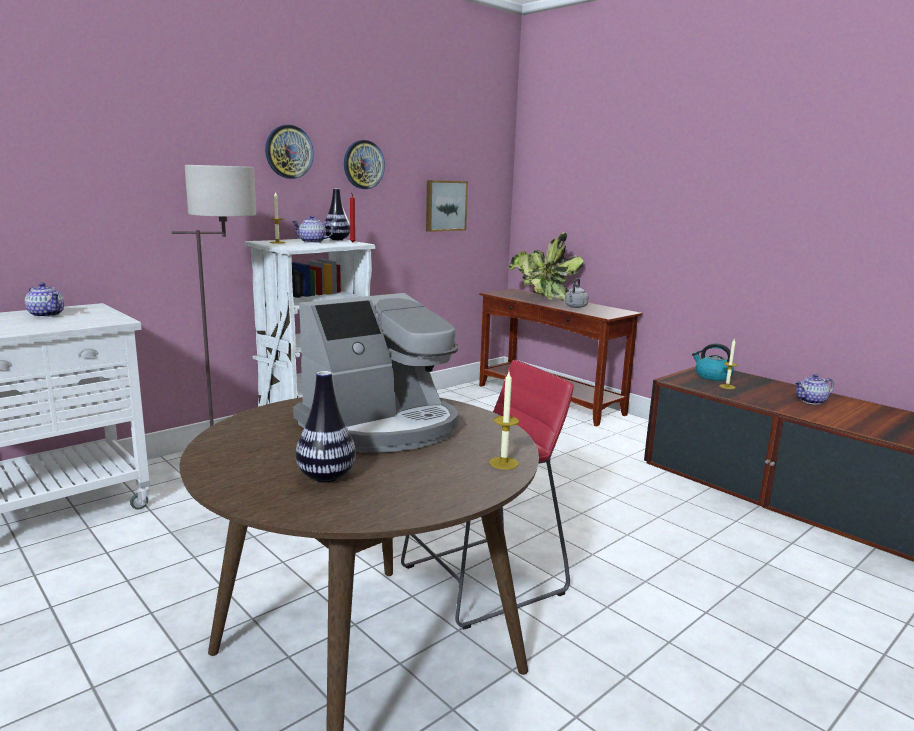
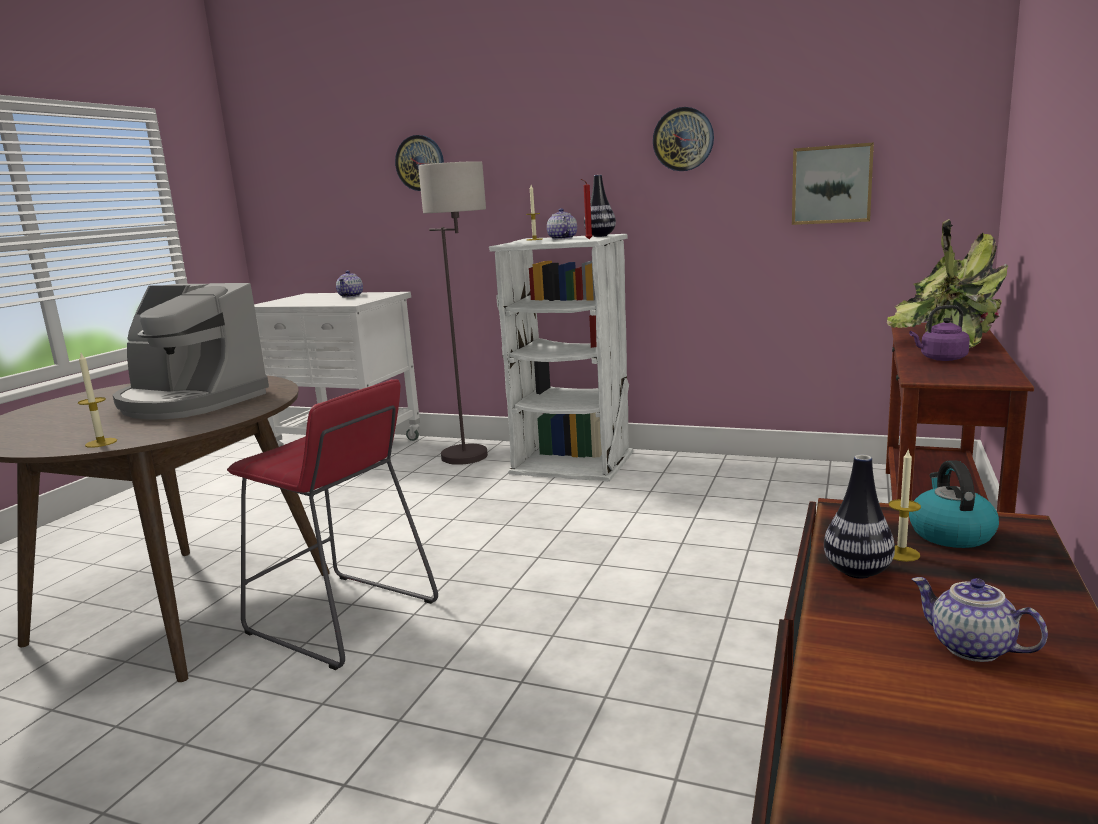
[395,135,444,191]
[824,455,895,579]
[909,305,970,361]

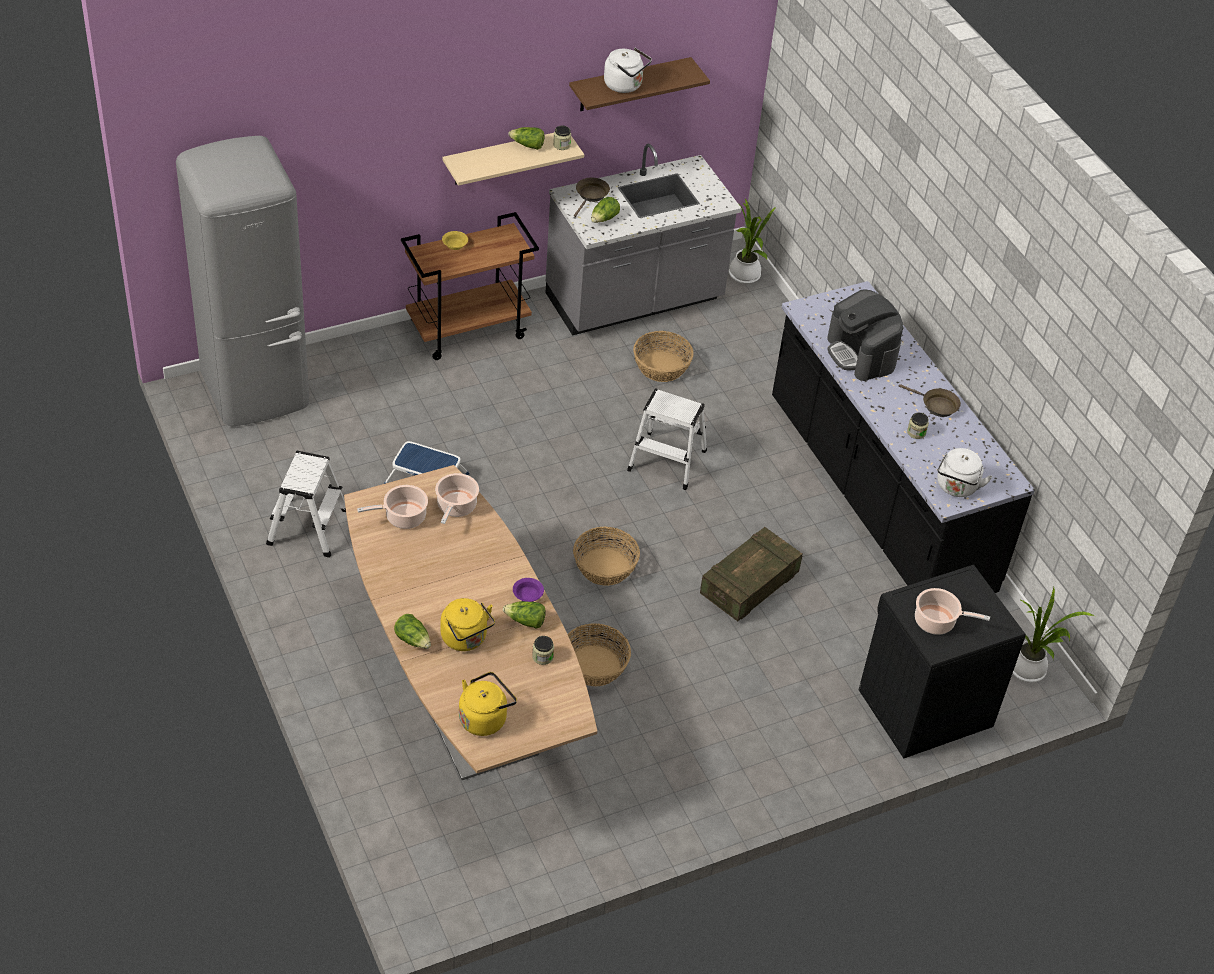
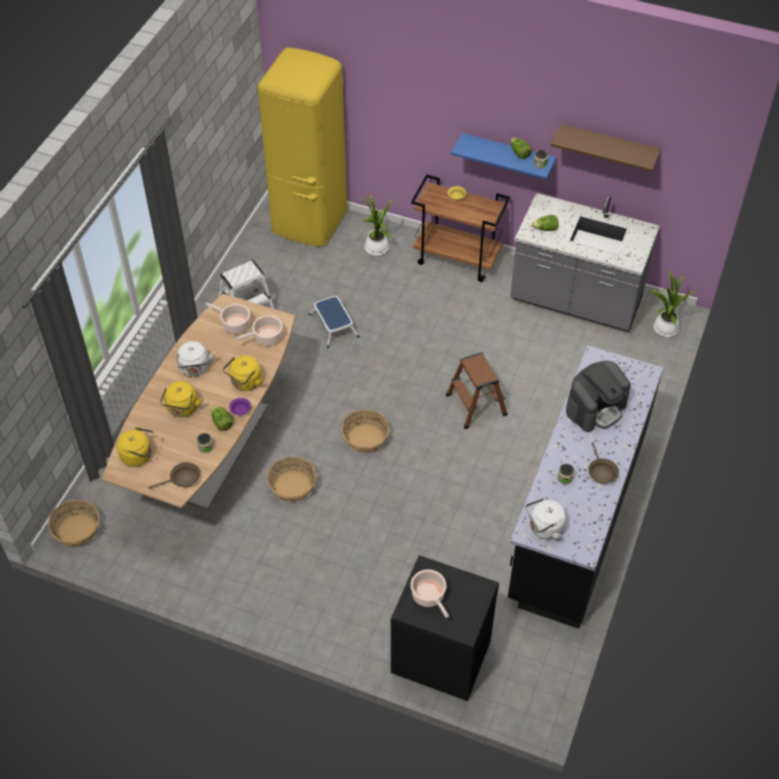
[257,48,347,247]
[394,614,431,649] (first image)
[451,133,556,180]
[148,462,200,489]
[177,341,214,377]
[446,352,508,429]
[48,500,100,547]
[700,527,803,621] (first image)
[566,361,631,432]
[360,194,393,256]
[223,355,262,391]

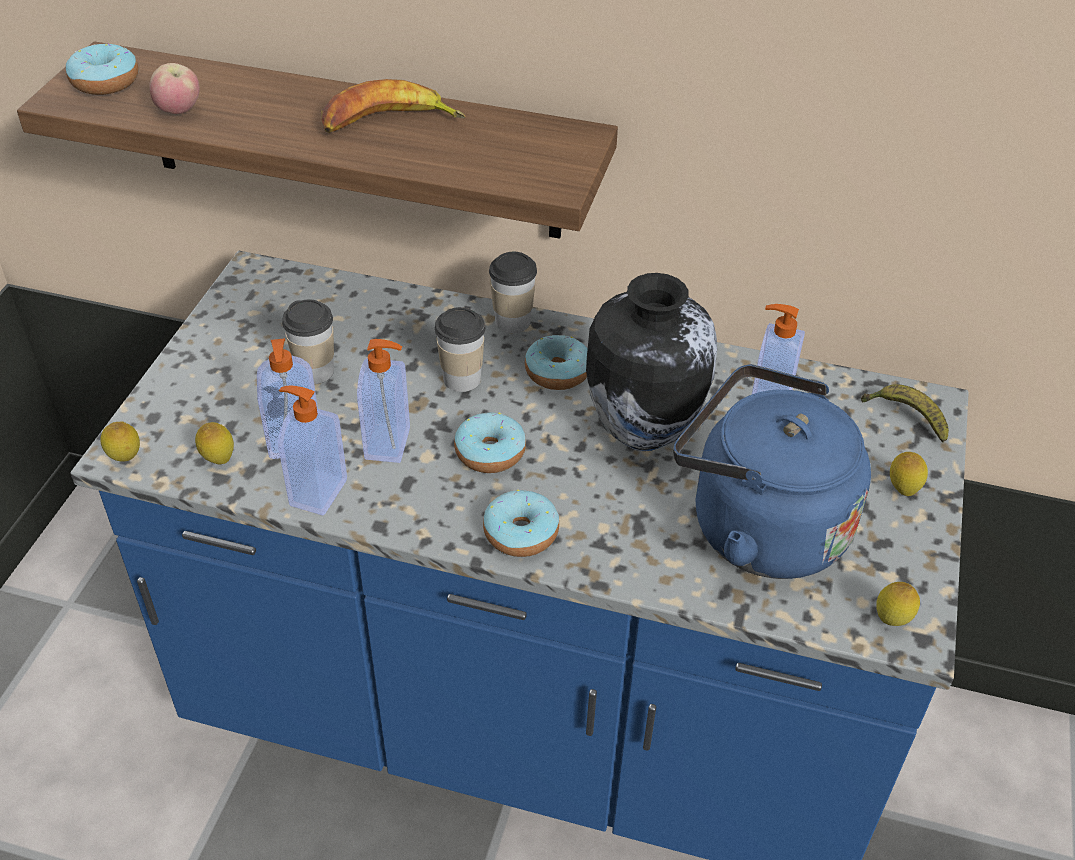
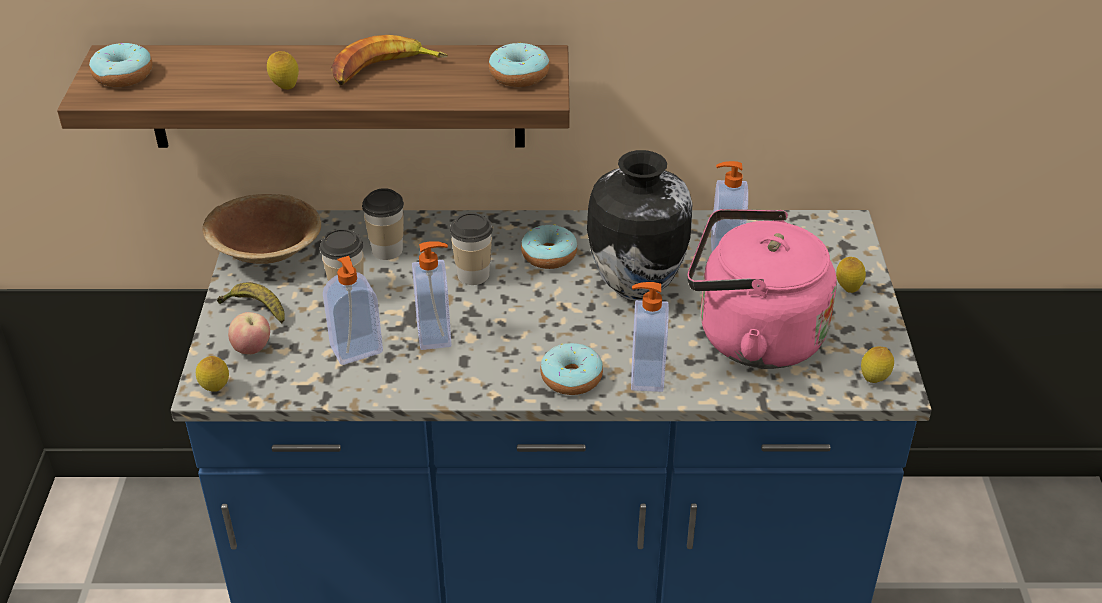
[228,312,270,354]
[267,51,299,90]
[631,282,669,392]
[489,42,549,87]
[362,188,404,260]
[687,209,837,369]
[217,283,285,323]
[203,194,321,264]

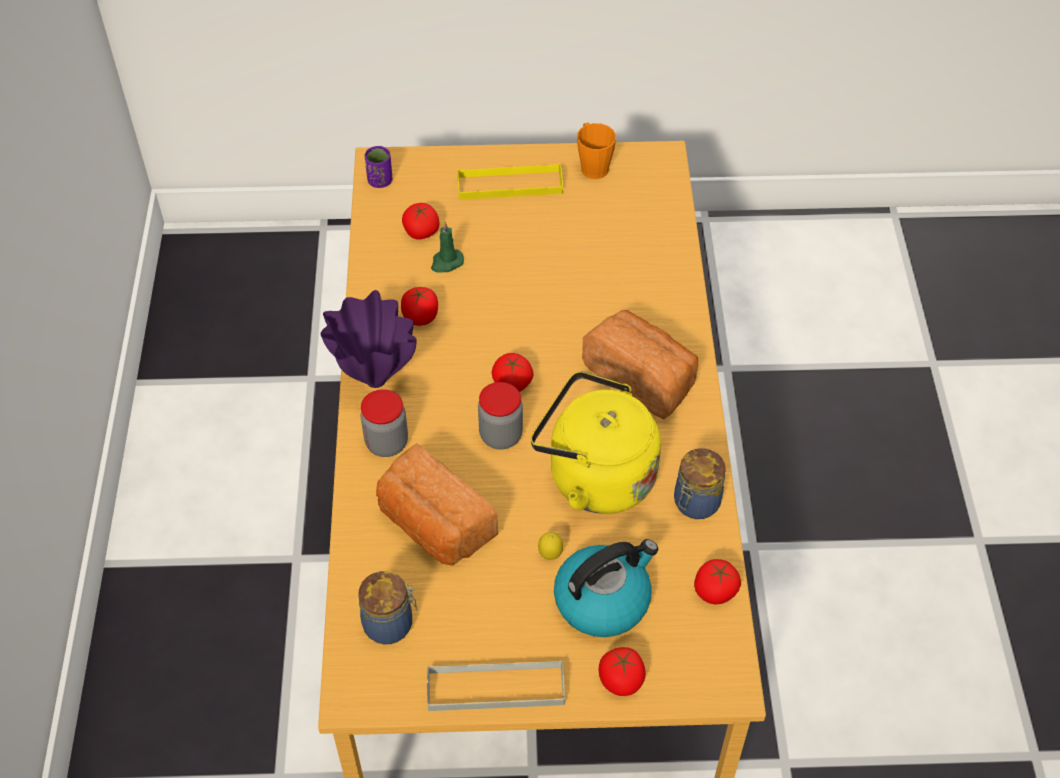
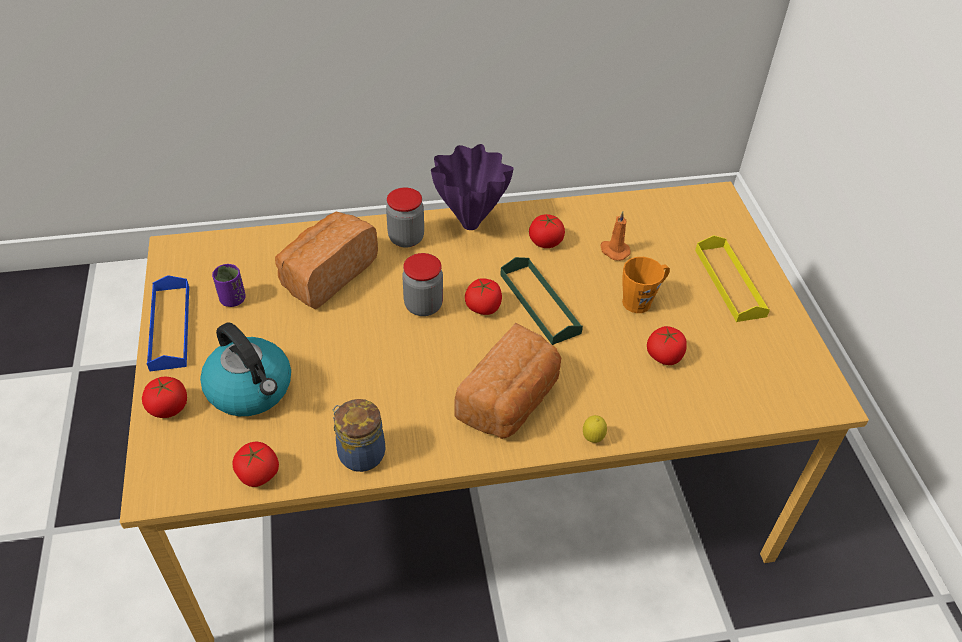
[359,571,417,645] (first image)
[212,264,246,307]
[647,326,687,365]
[147,275,189,371]
[600,211,631,261]
[531,371,661,514] (first image)
[583,415,607,443]
[622,257,670,313]
[500,257,583,345]

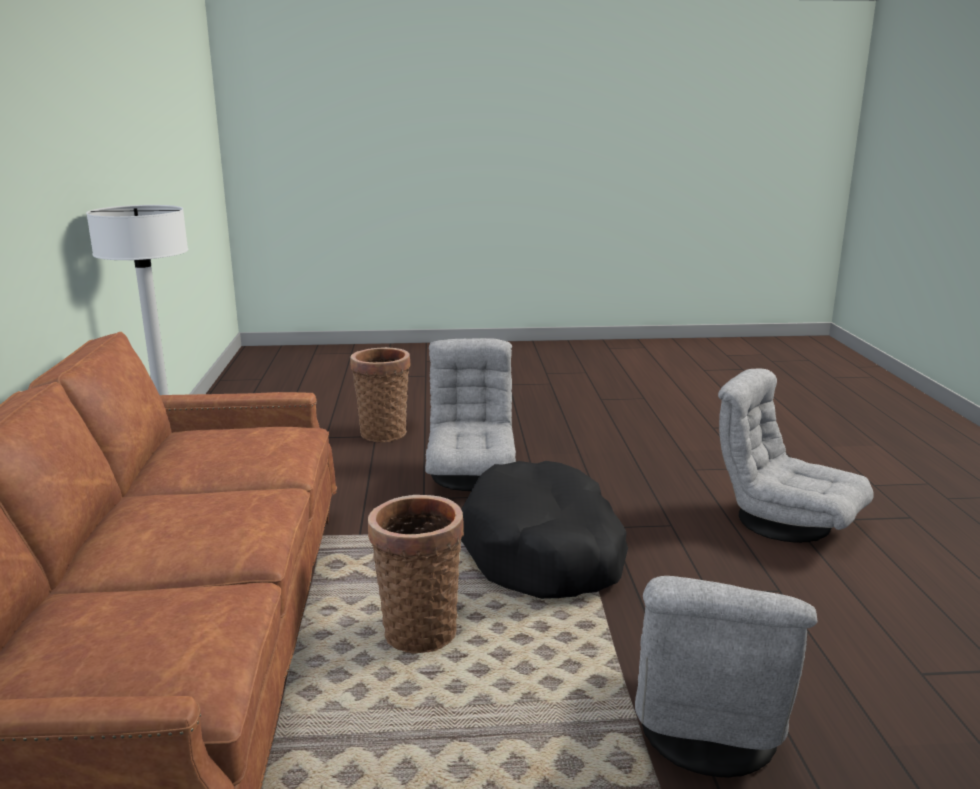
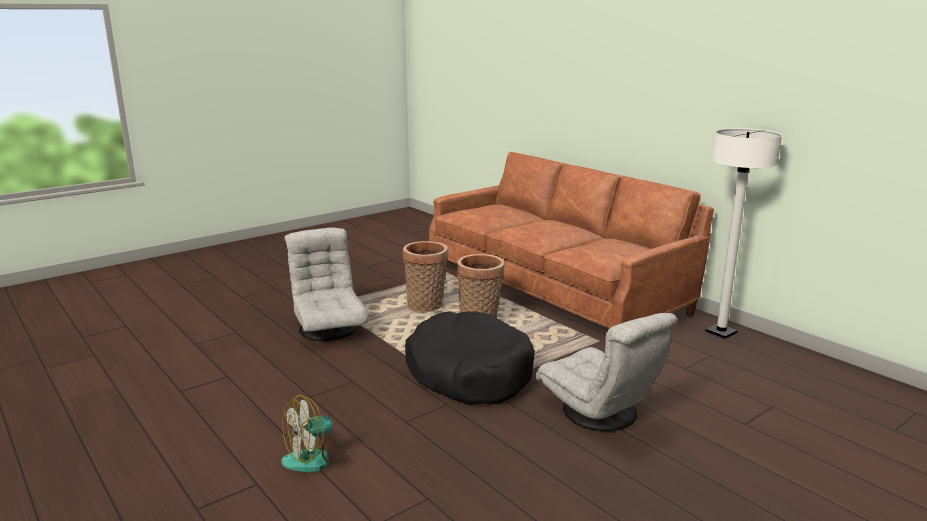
[403,241,448,312]
[281,395,350,472]

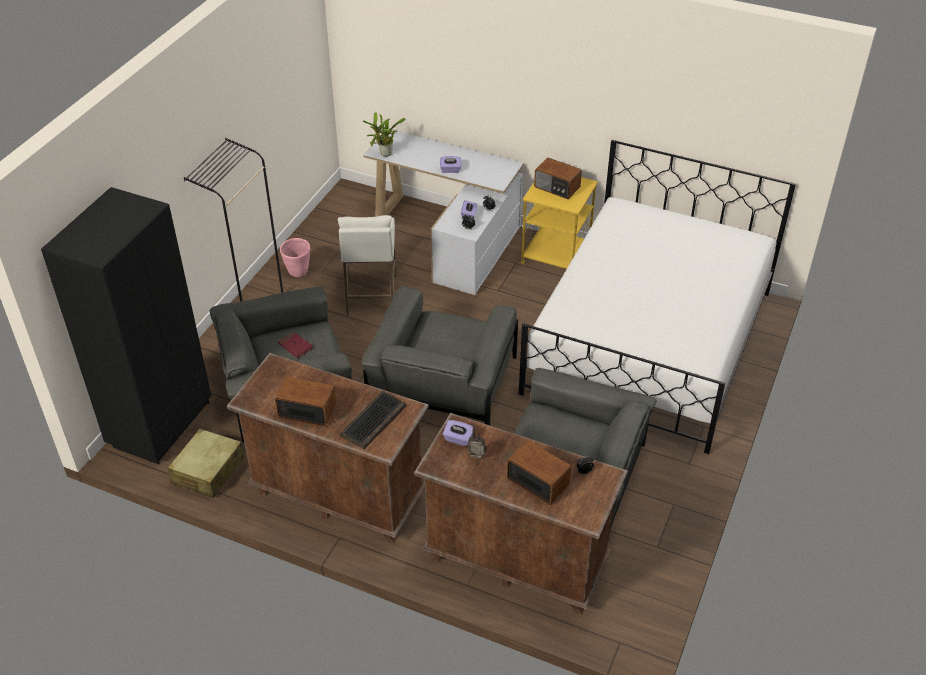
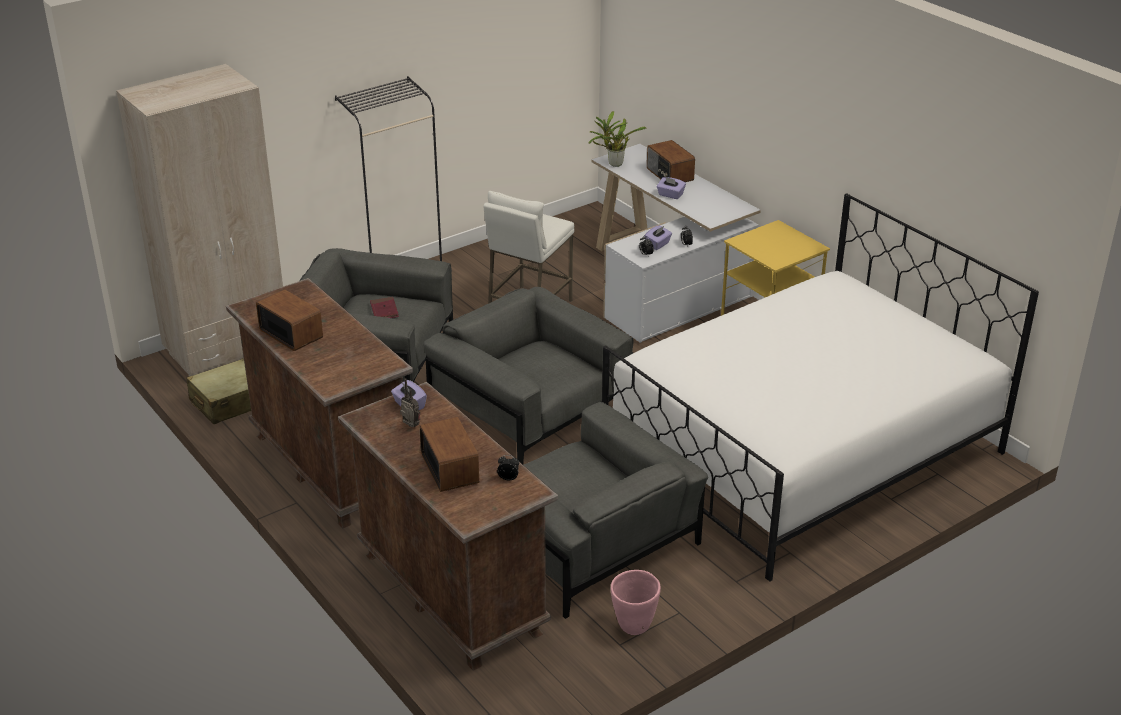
[116,64,283,376]
[611,570,661,635]
[340,391,406,449] (first image)
[423,287,634,464]
[647,140,695,182]

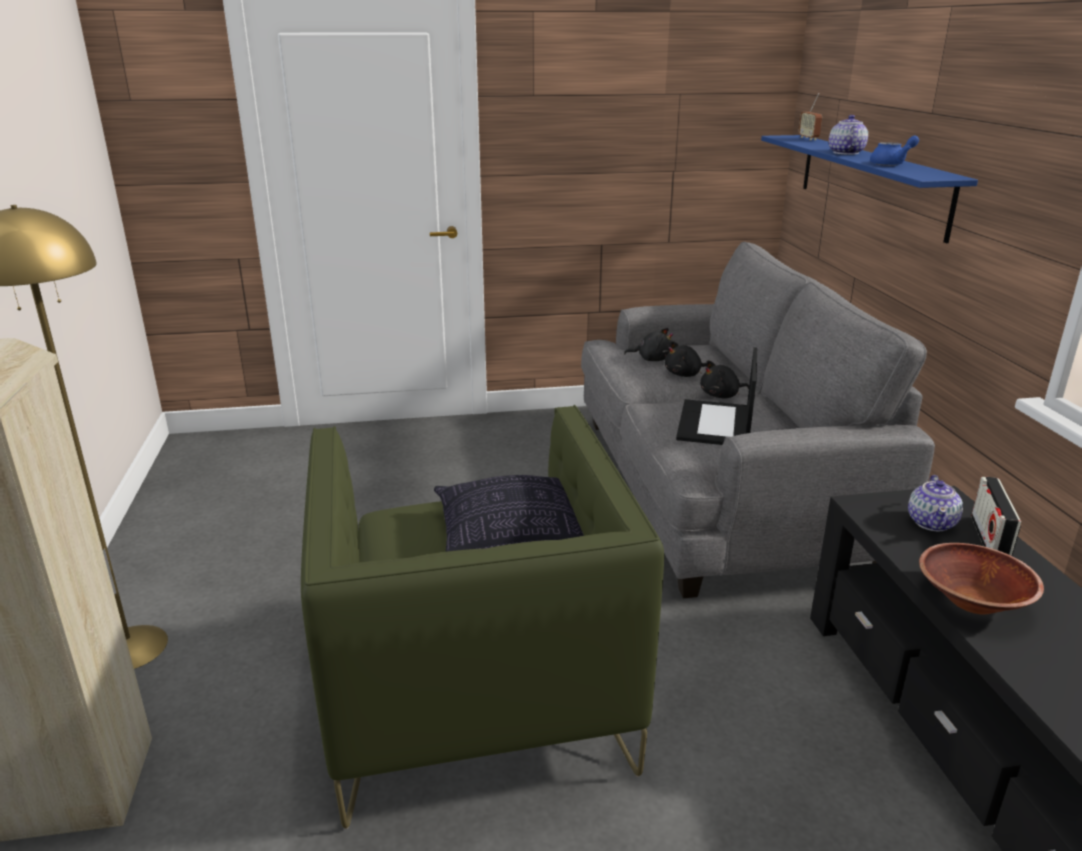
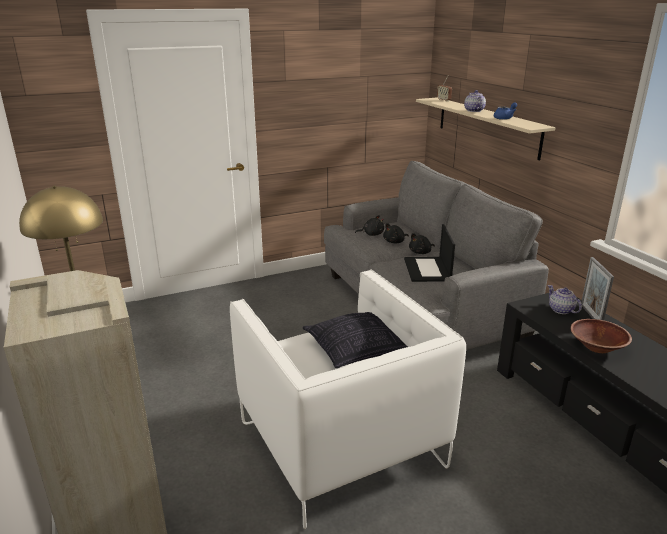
[230,269,466,529]
[416,98,556,160]
[548,285,582,314]
[581,257,614,320]

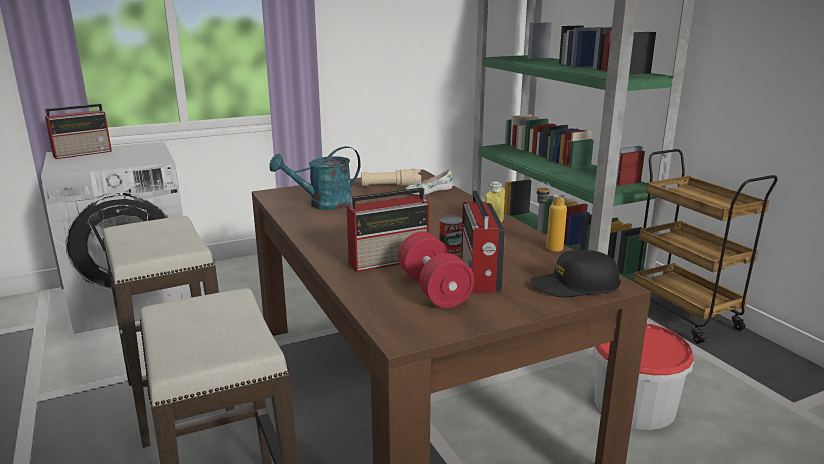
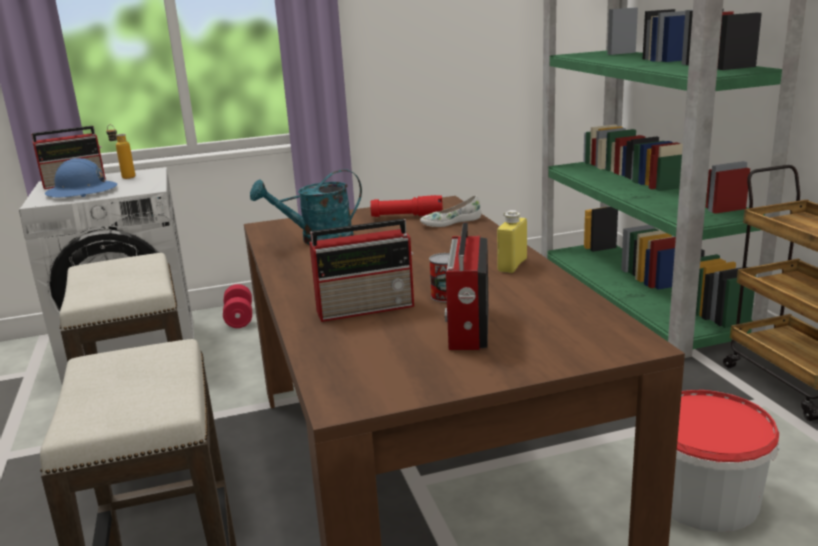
[370,195,443,217]
[223,284,252,328]
[531,250,621,297] (first image)
[106,124,135,179]
[45,158,117,197]

